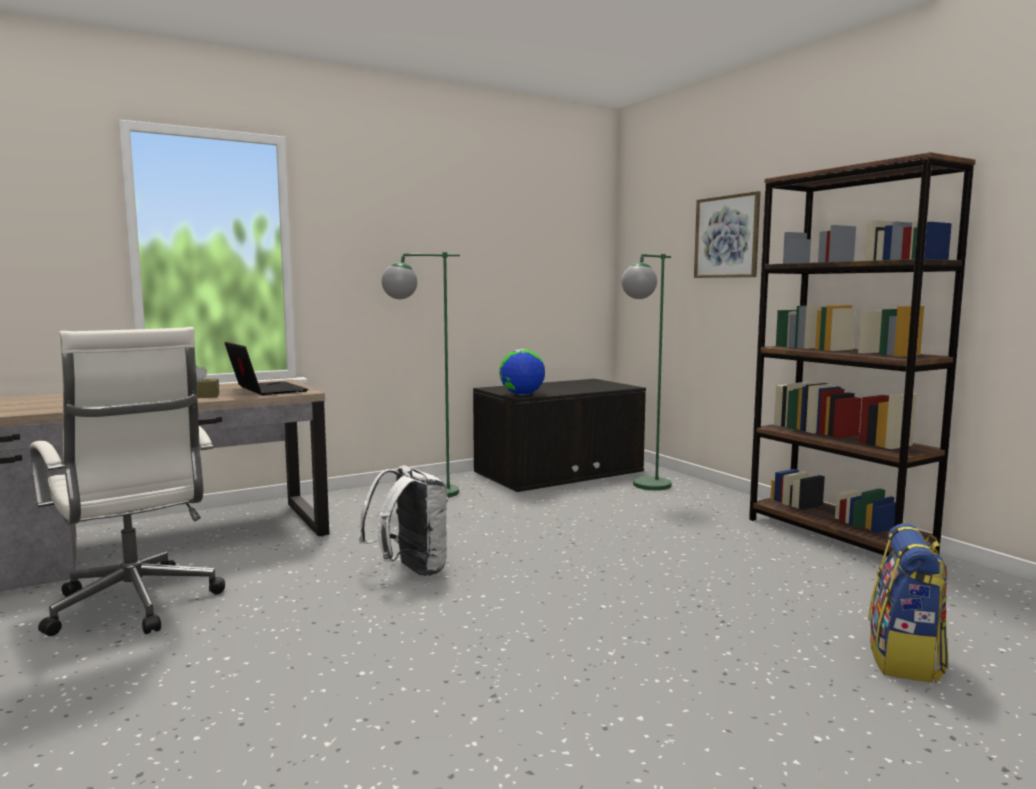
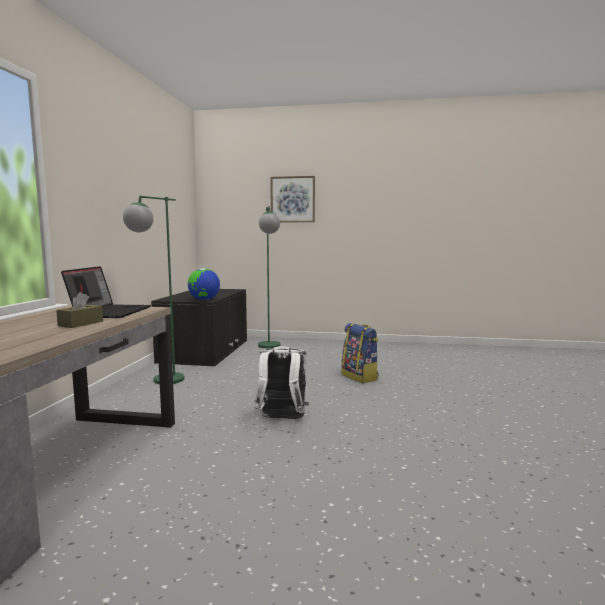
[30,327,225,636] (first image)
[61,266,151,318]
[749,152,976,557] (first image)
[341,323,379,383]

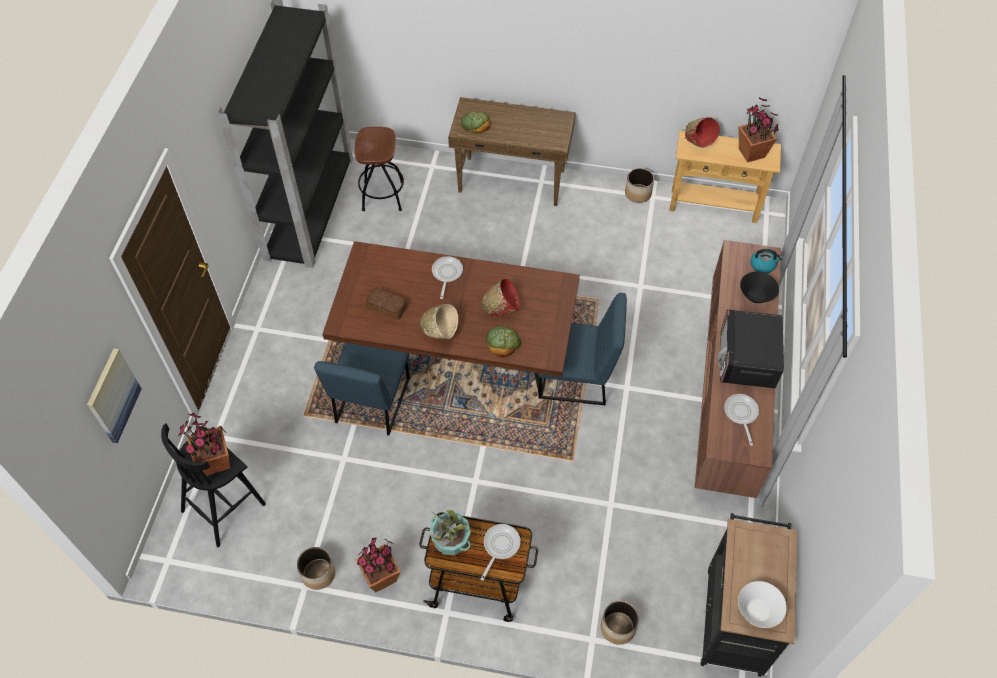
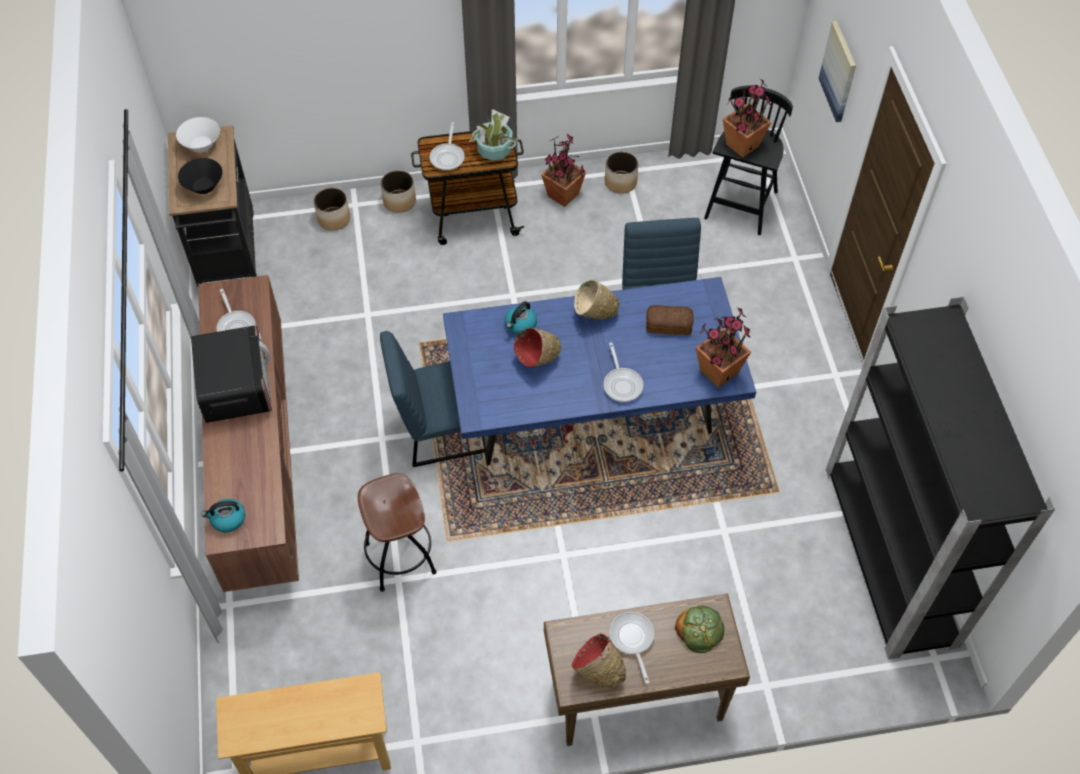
[443,277,756,465]
[358,473,437,592]
[505,301,537,335]
[381,170,416,213]
[572,634,626,688]
[696,306,751,388]
[178,158,223,194]
[609,612,654,684]

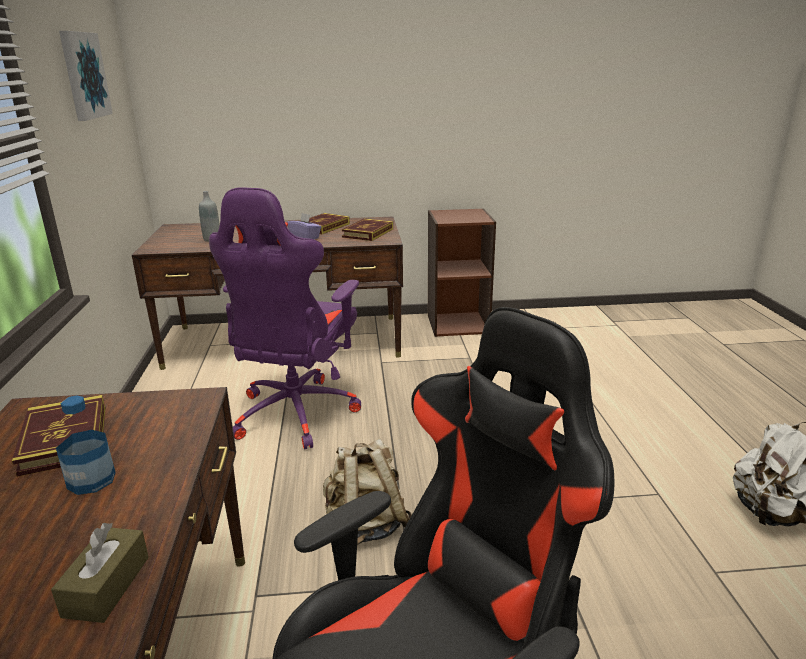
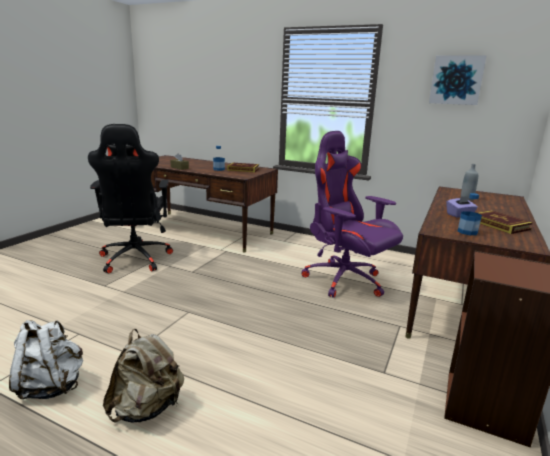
[103,329,184,422]
[458,193,482,235]

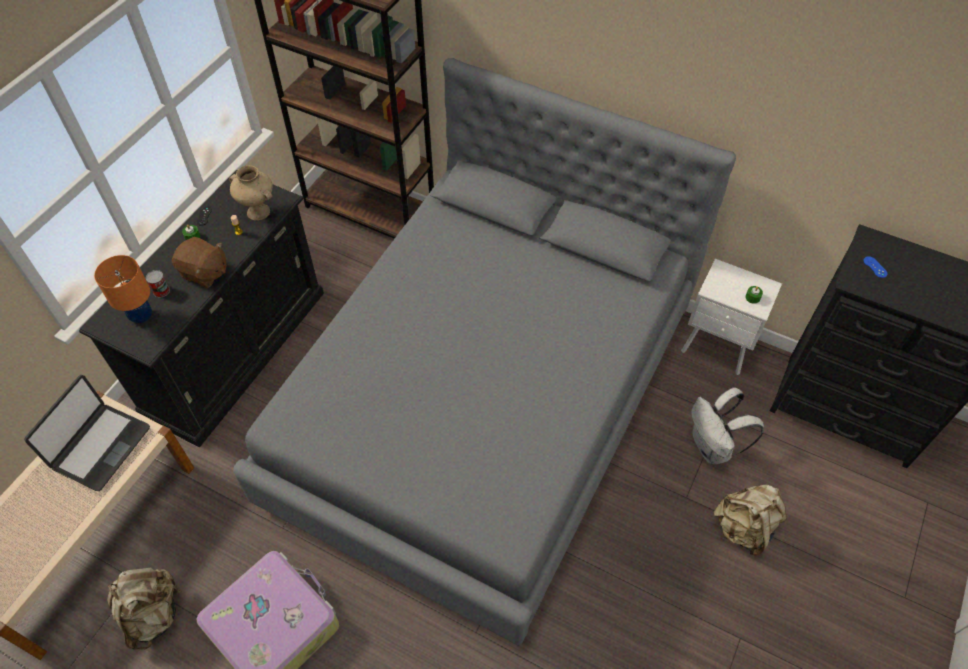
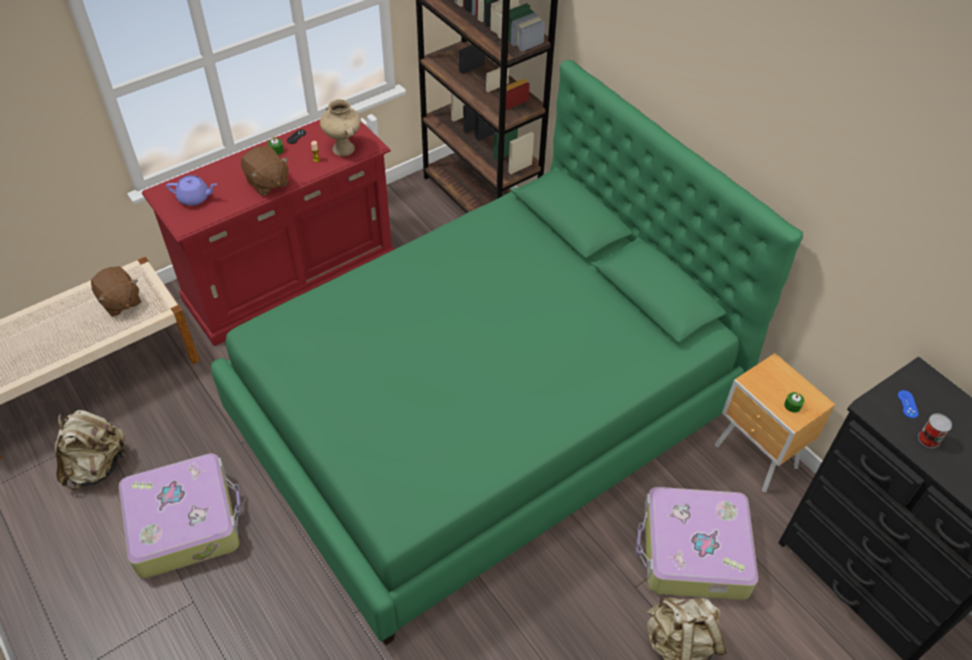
[91,266,141,316]
[142,119,394,346]
[166,175,217,206]
[918,413,952,448]
[211,60,803,645]
[715,353,835,492]
[636,487,758,600]

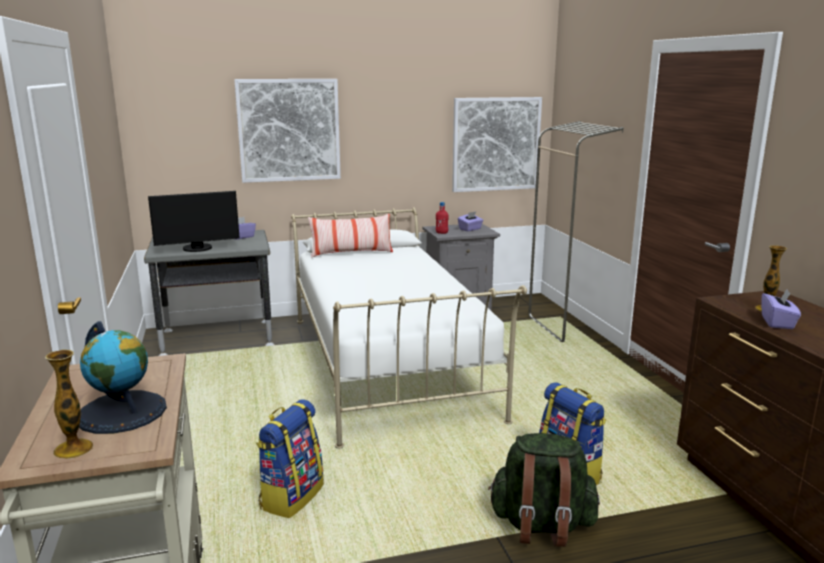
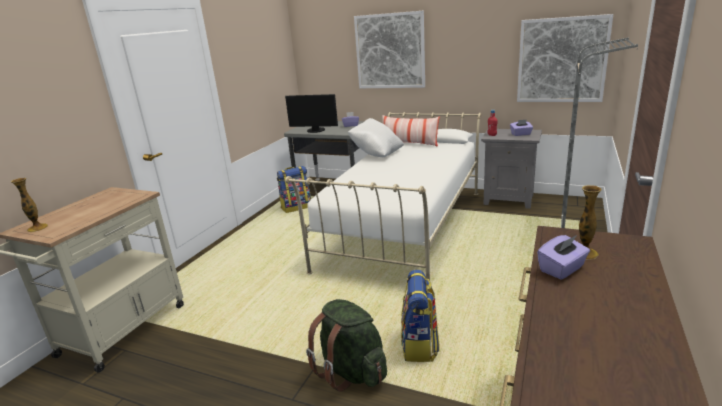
[79,321,167,434] (first image)
[277,166,311,213]
[348,118,404,157]

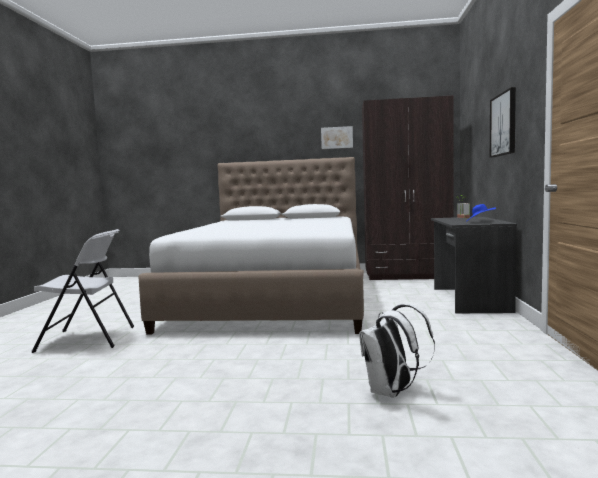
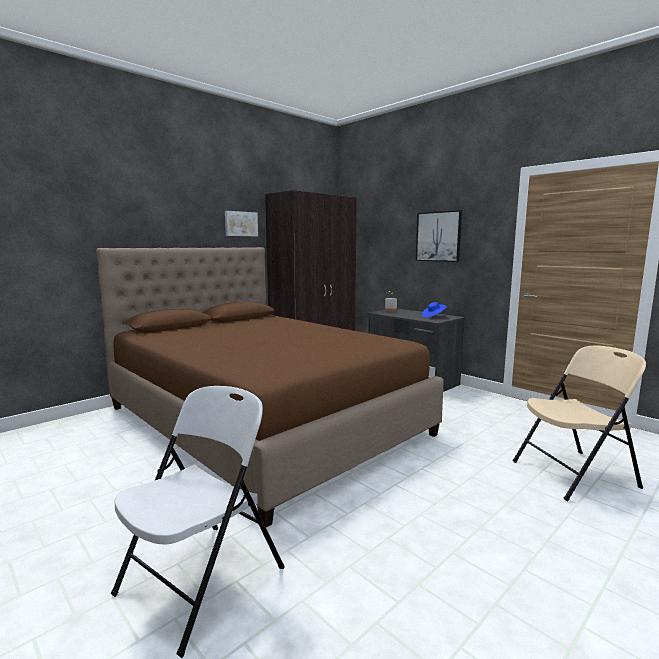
[96,247,444,527]
[512,346,646,502]

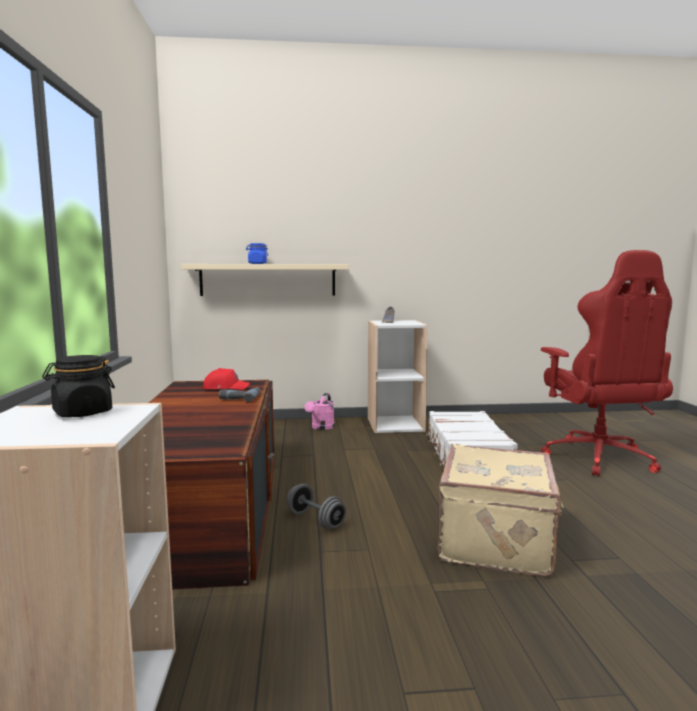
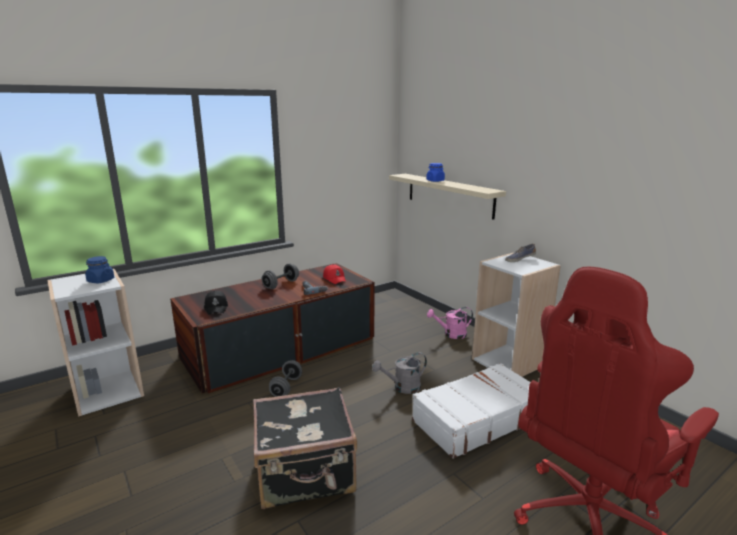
[85,256,114,283]
[253,387,357,509]
[204,291,228,315]
[261,264,299,289]
[372,352,427,394]

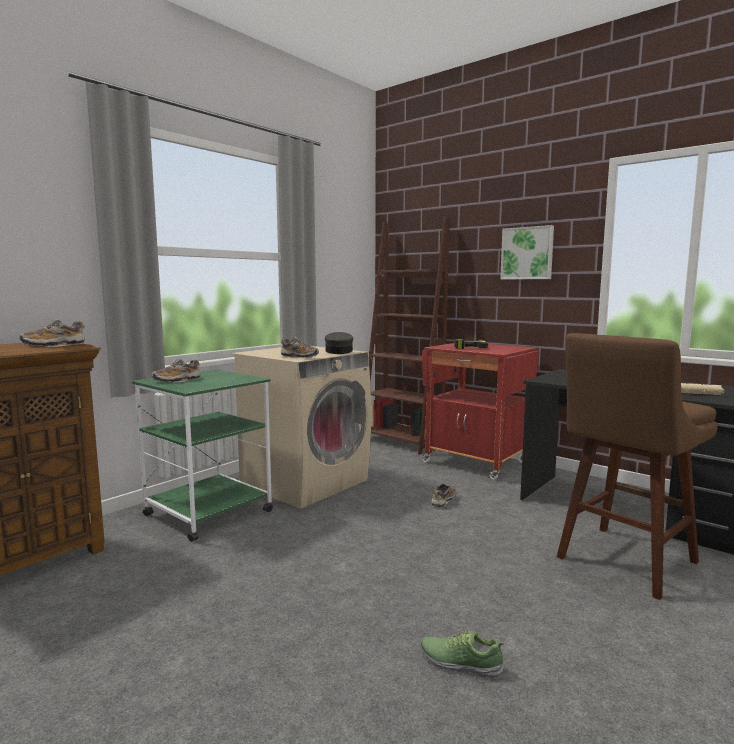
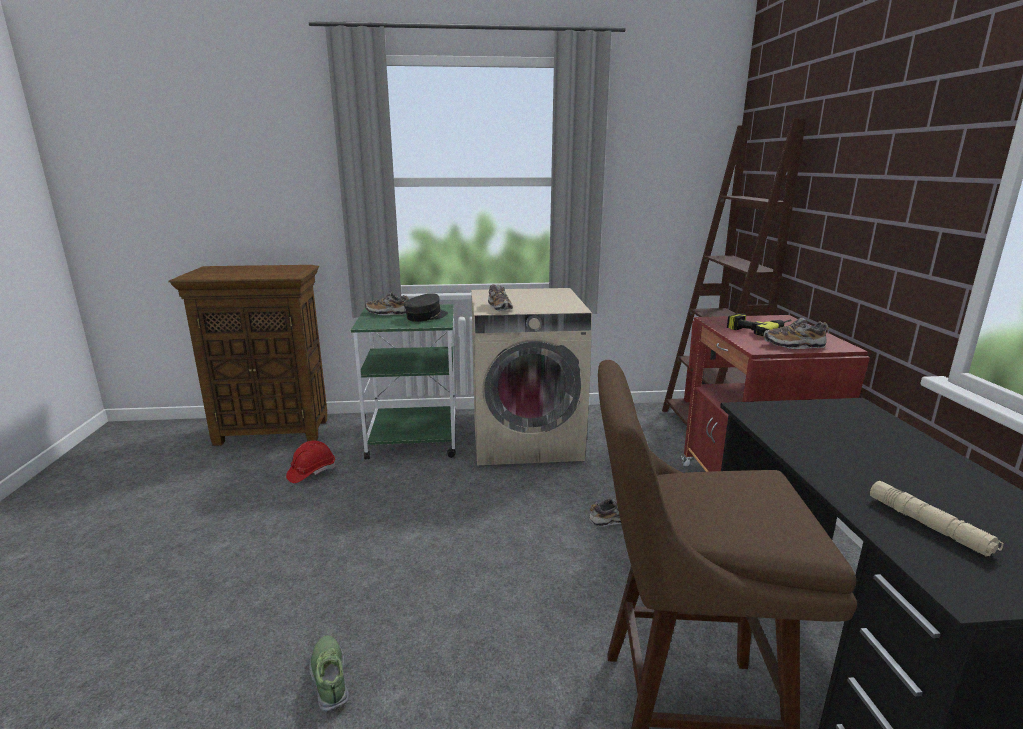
[763,318,829,349]
[404,293,448,322]
[500,225,554,279] (first image)
[286,441,335,483]

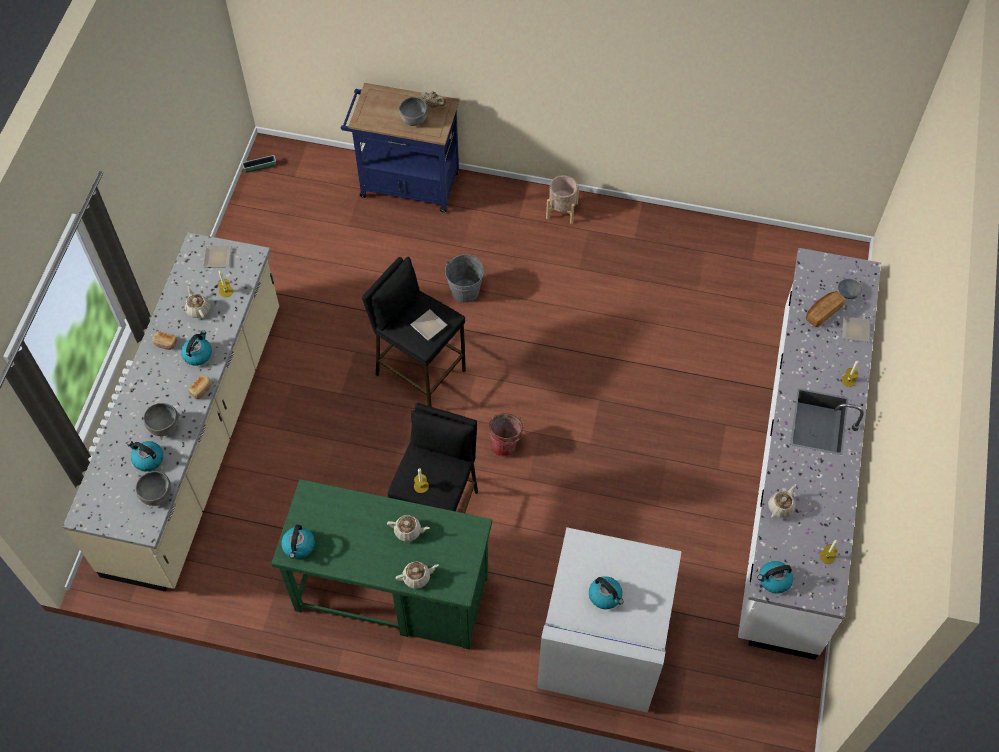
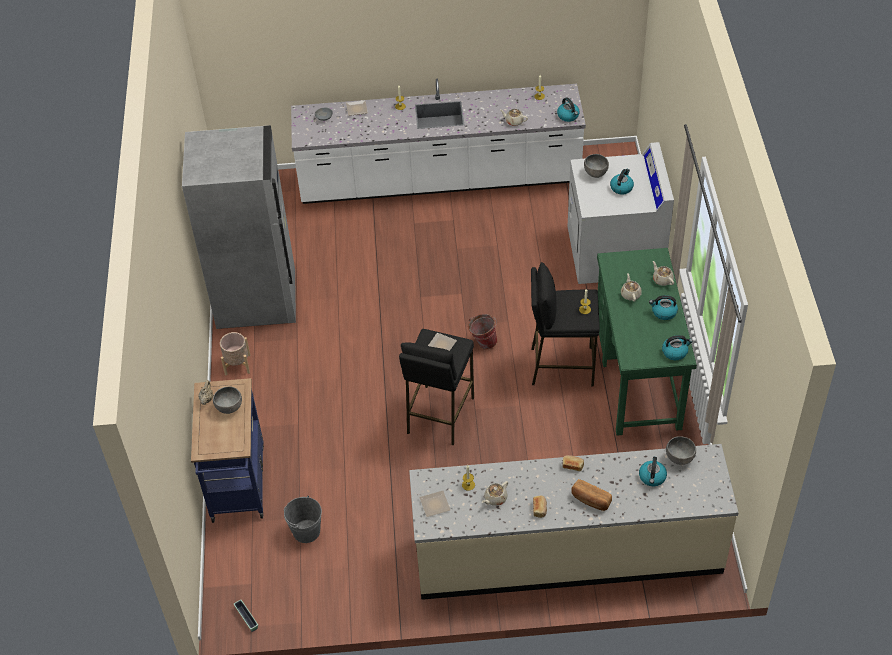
[584,154,609,178]
[649,295,678,320]
[284,496,322,543]
[571,479,612,511]
[182,125,296,329]

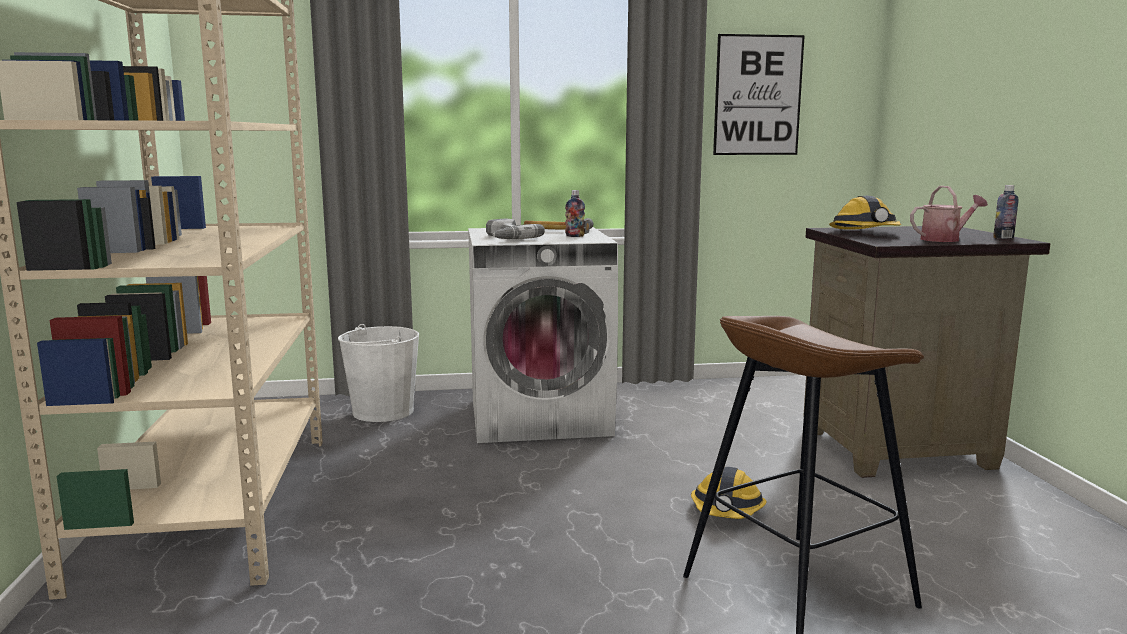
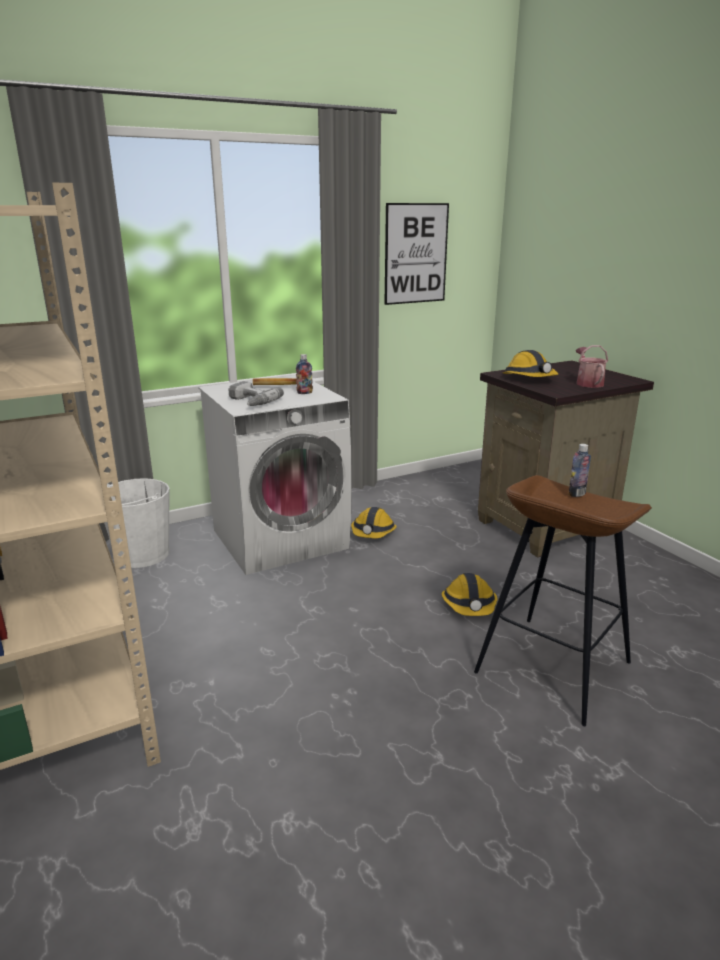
[576,345,608,388]
[568,444,591,497]
[351,507,397,539]

